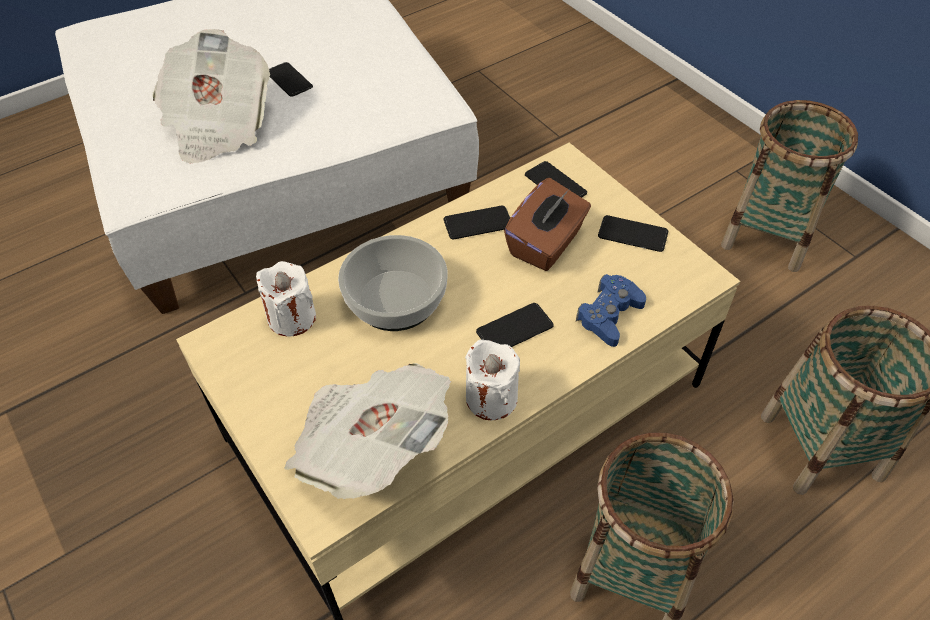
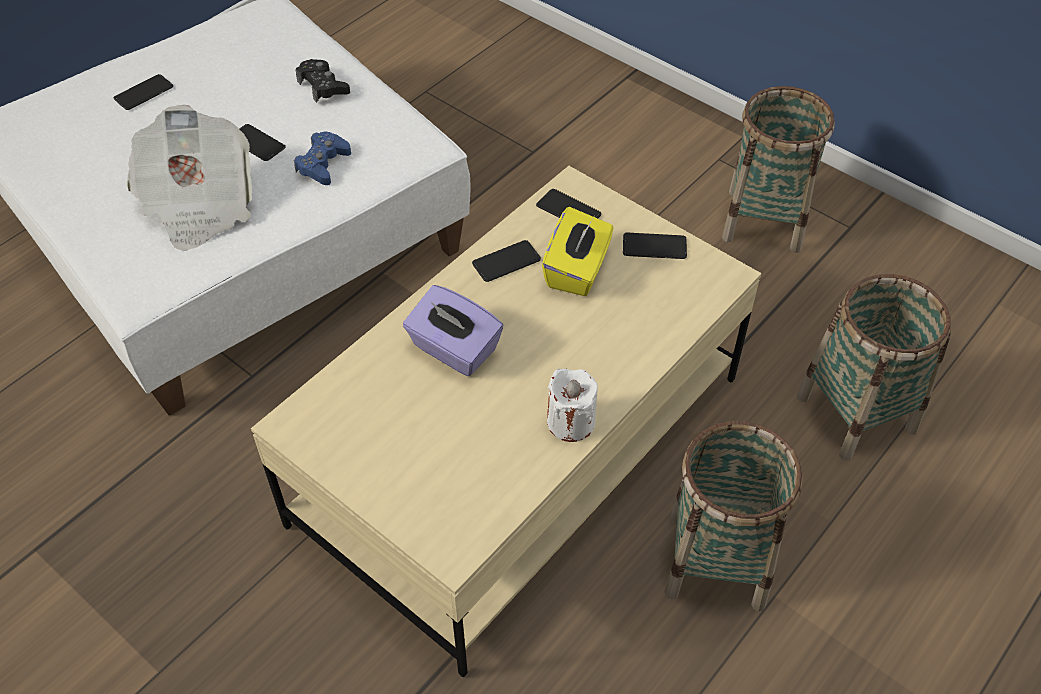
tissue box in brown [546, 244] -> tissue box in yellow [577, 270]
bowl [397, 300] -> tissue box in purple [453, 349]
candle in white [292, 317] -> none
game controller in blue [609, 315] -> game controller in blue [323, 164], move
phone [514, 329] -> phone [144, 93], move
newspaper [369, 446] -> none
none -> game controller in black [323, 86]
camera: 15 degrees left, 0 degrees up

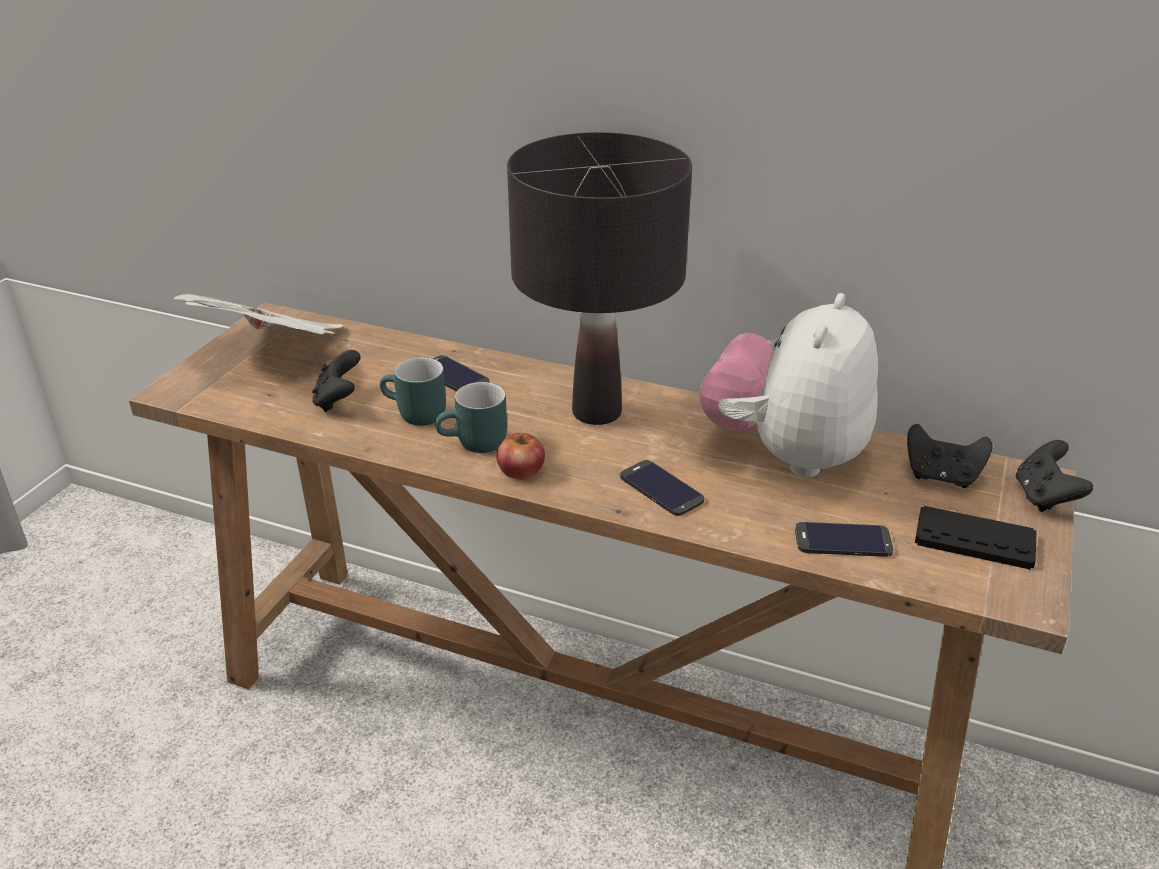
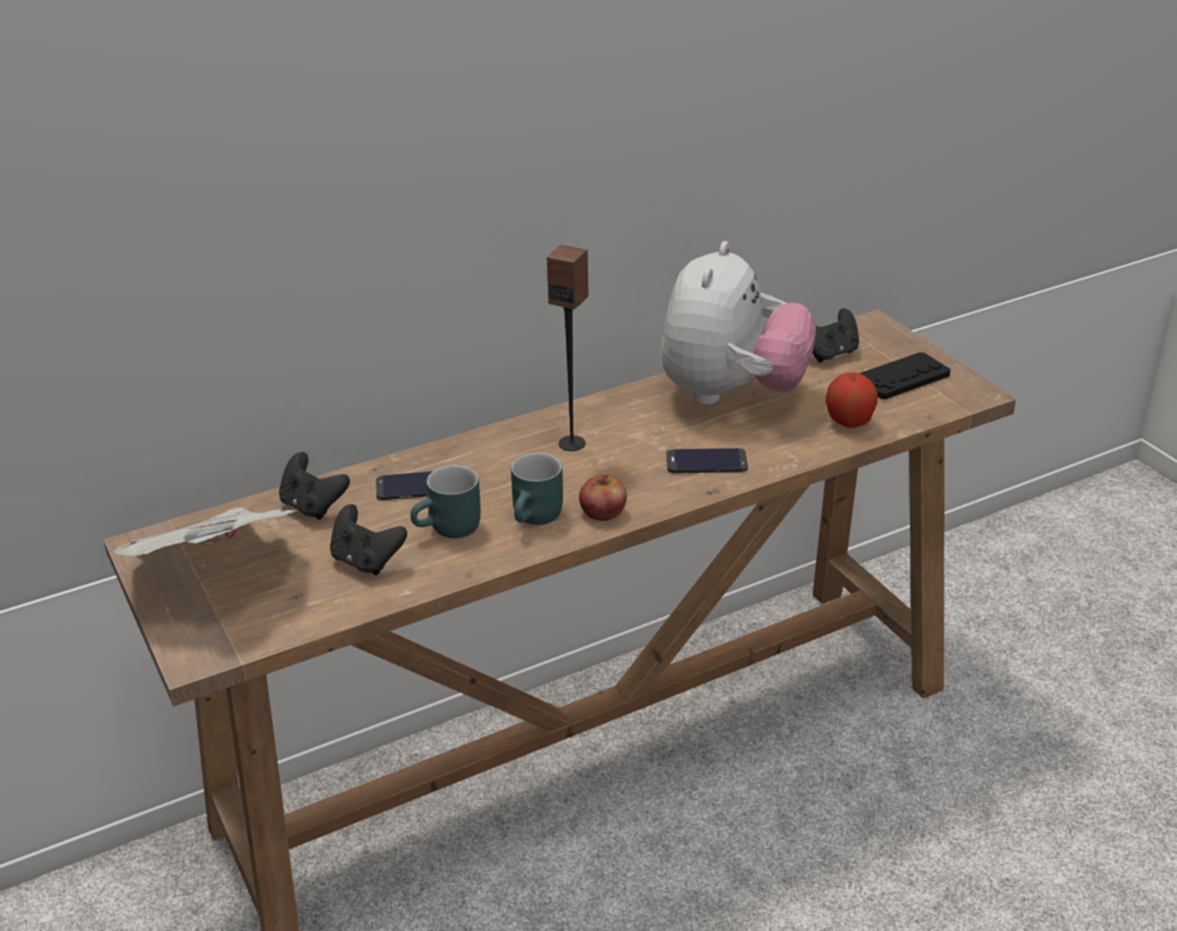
table lamp in black [597, 412] -> speaker [572, 443]
plush toy [786, 454] -> plush toy [731, 394], 135 degrees counterclockwise
game controller in black [1044, 497] -> game controller in black [313, 506], move
phone [843, 540] -> apple [849, 422]
camera: 50 degrees left, 0 degrees up

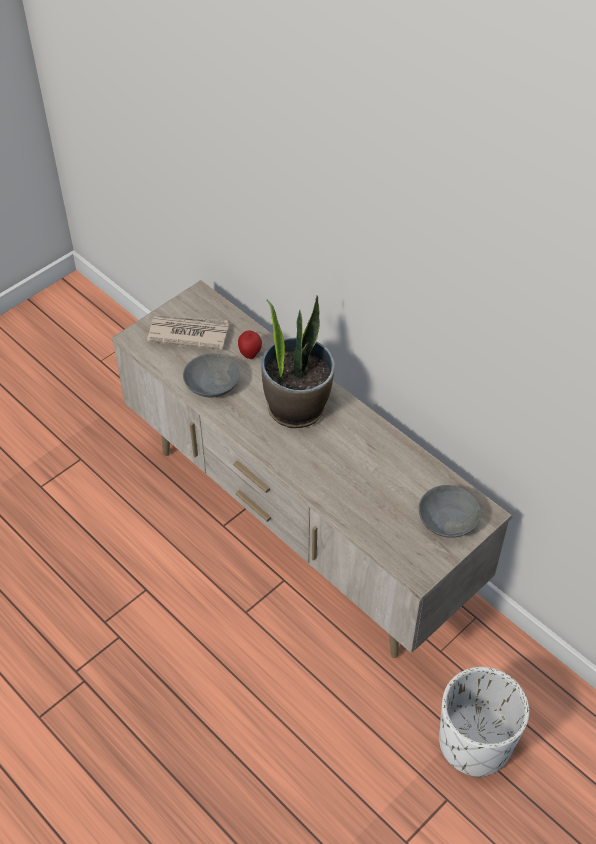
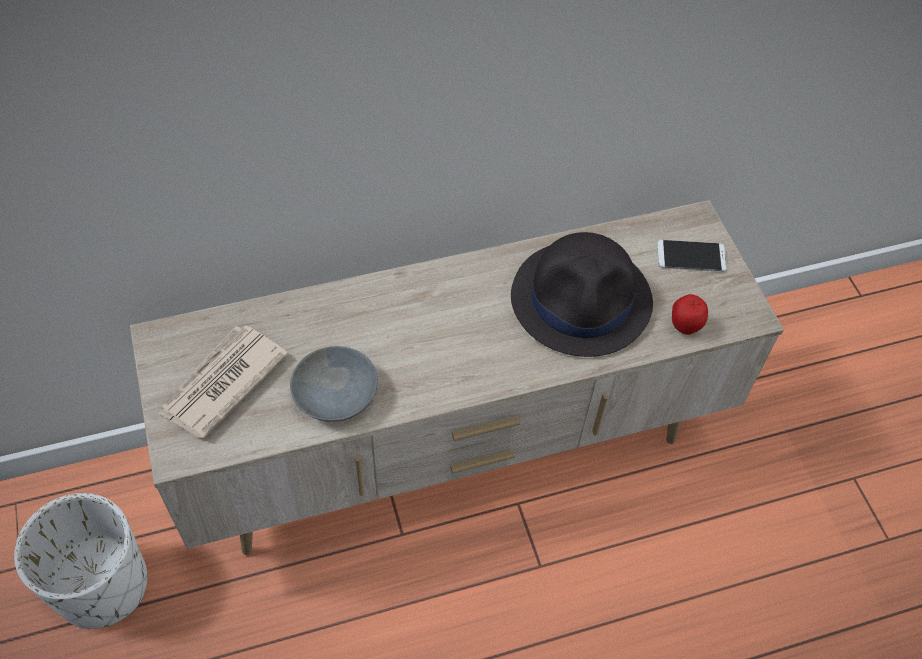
potted plant [297, 407] -> none
apple [250, 354] -> apple [684, 327], move
bowl in grey [447, 521] -> phone [691, 256]
planter in white [474, 743] -> planter in white [102, 586], move
none -> hat in black [582, 299]
camera: 65 degrees left, 5 degrees up

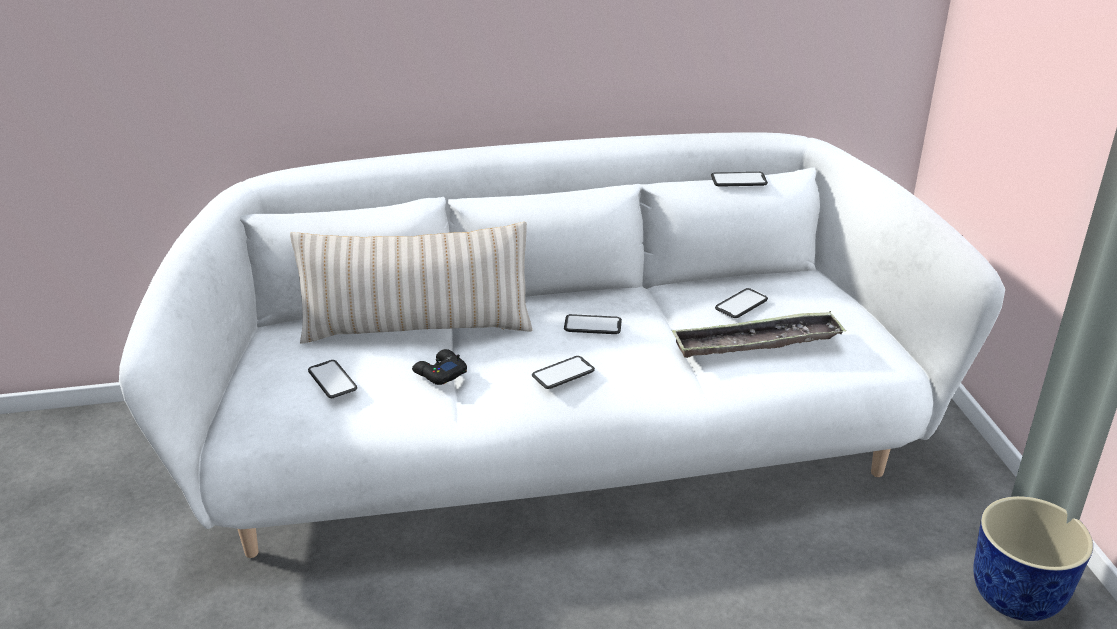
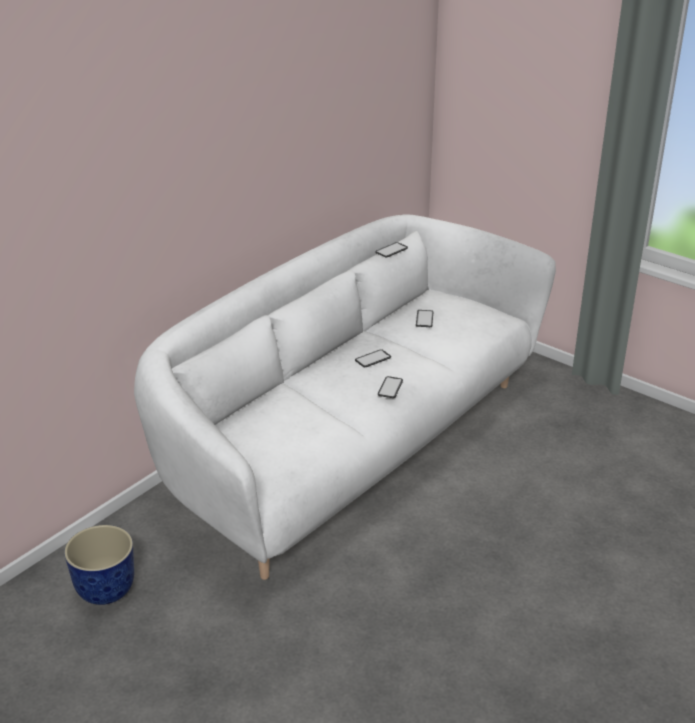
pillow in beige [417, 327] -> none
tray [756, 342] -> none
game controller in black [439, 373] -> none
phone [332, 380] -> none
planter [1015, 599] -> planter [106, 591], move
camera: 40 degrees left, 0 degrees up

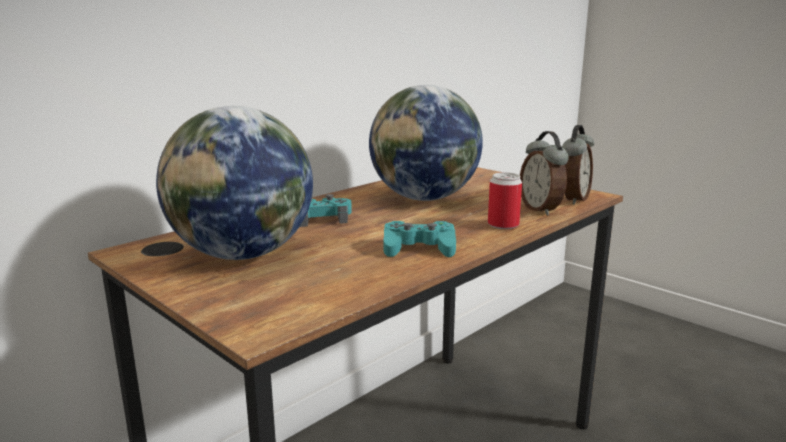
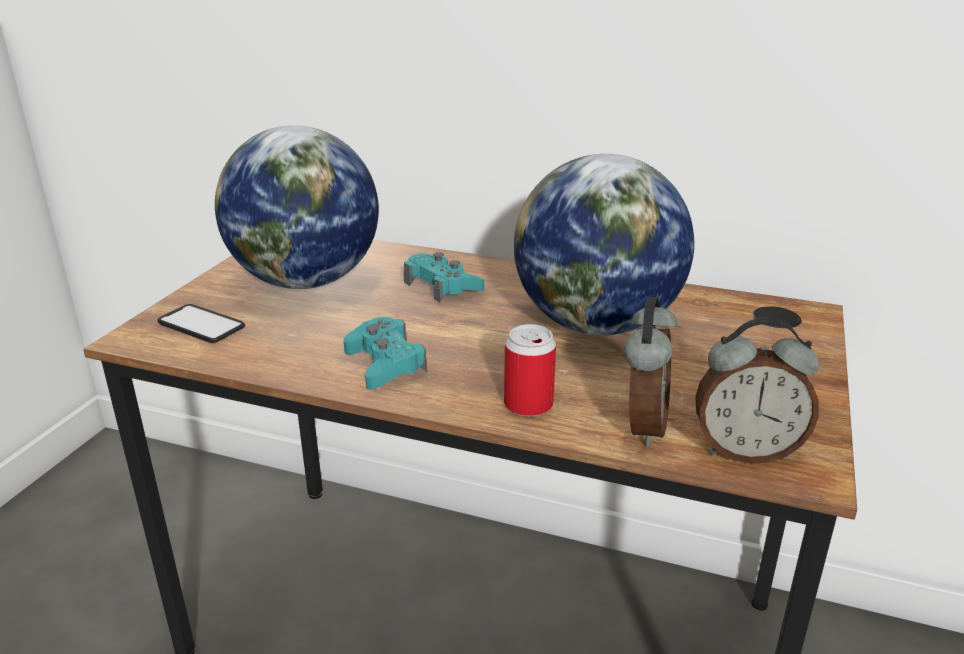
alarm clock [541, 210] -> alarm clock [642, 426], 150 degrees clockwise
none -> phone [201, 325]
camera: 65 degrees right, 10 degrees up

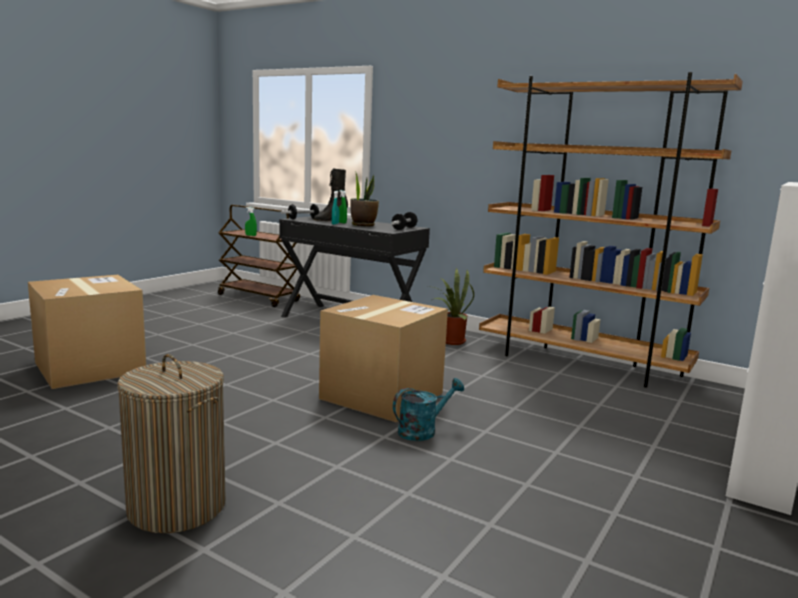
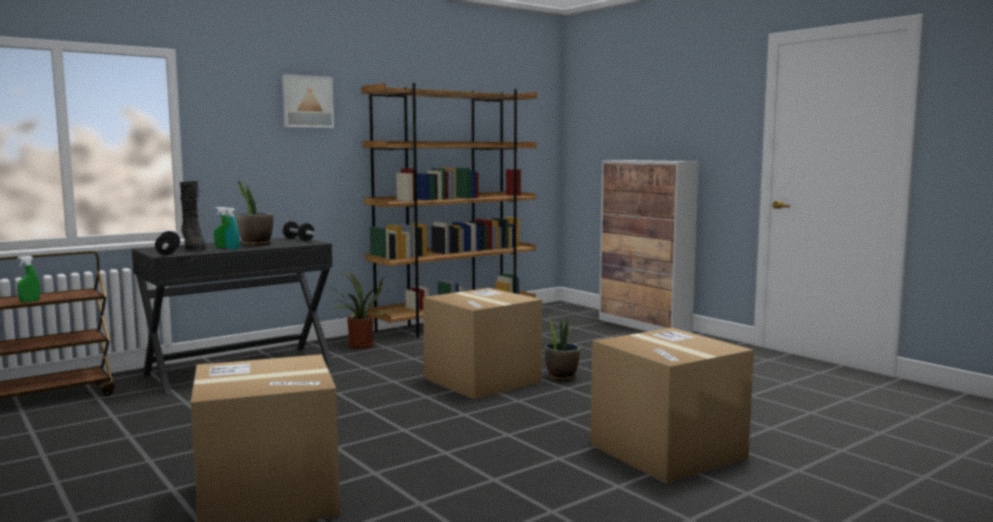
laundry basket [177, 507] -> cardboard box [667, 451]
watering can in turquoise [422, 431] -> potted plant [561, 377]
none -> picture [307, 101]
camera: 70 degrees left, 5 degrees down

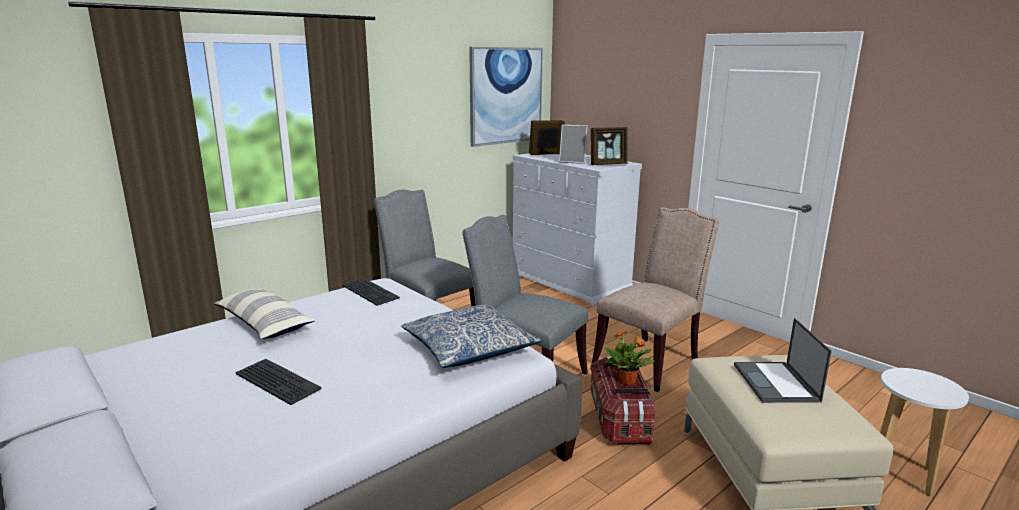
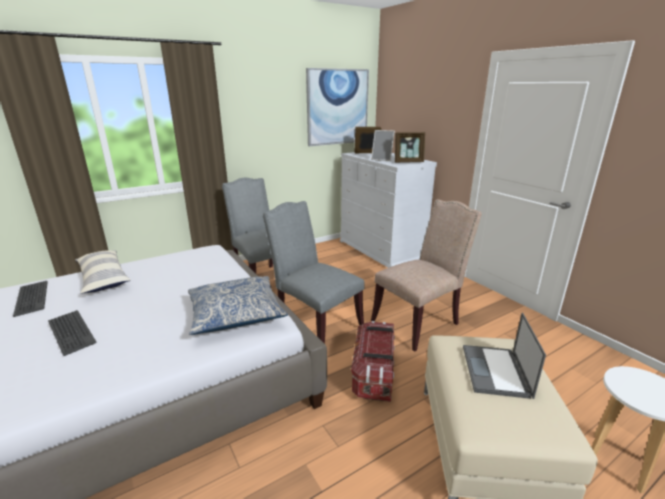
keyboard [369, 292] -> keyboard [31, 298], move
potted plant [628, 382] -> none
camera: 10 degrees right, 5 degrees up

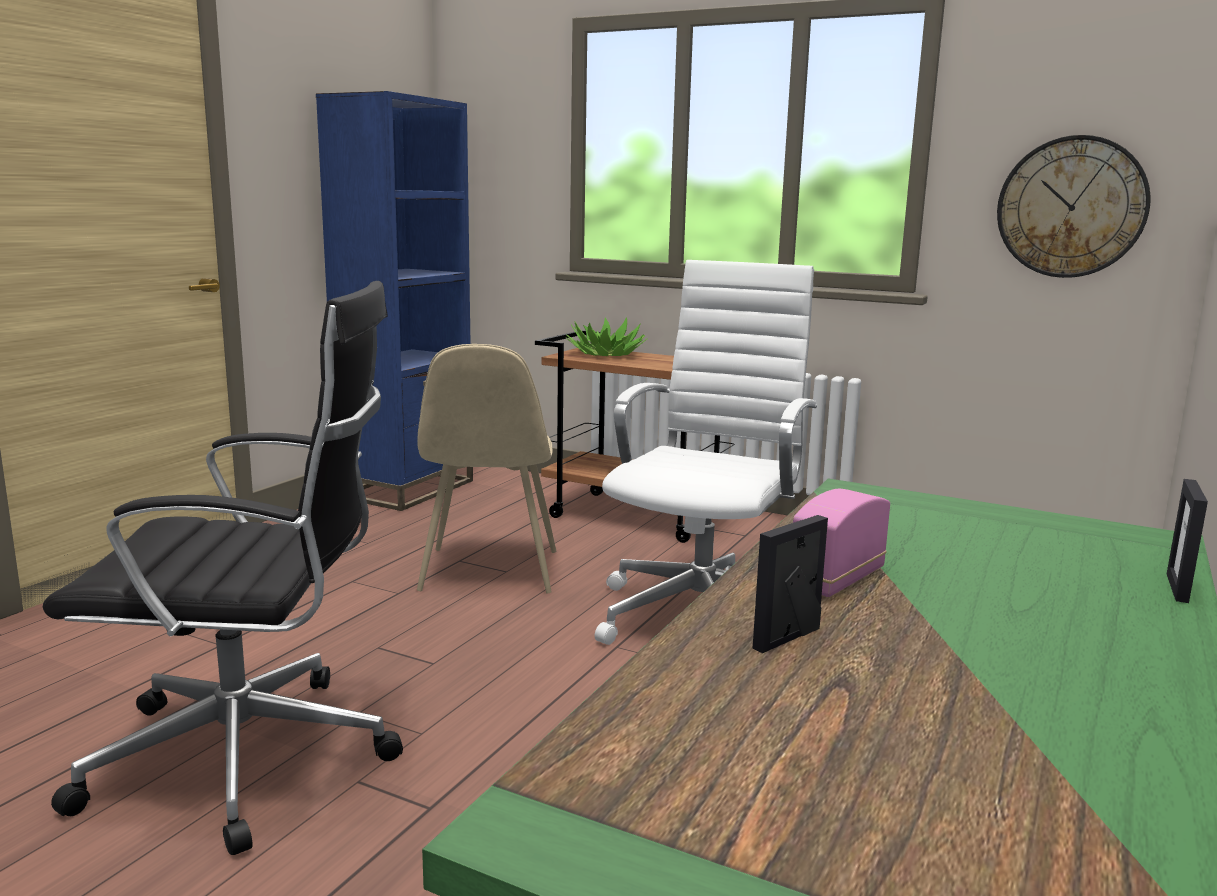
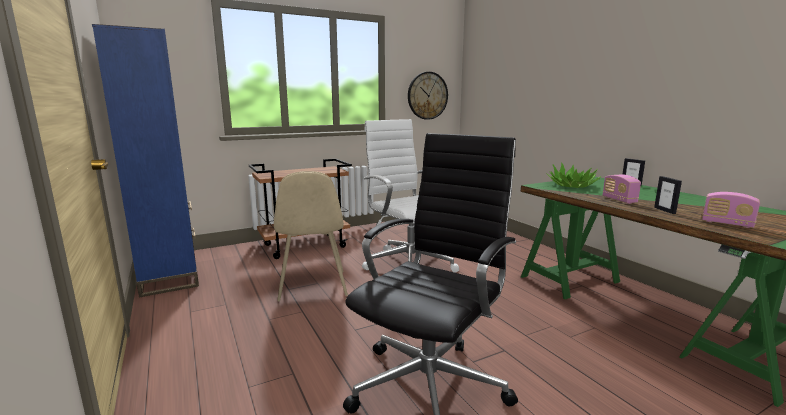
potted plant [606, 354] -> potted plant [572, 185], move
chair in beige [489, 572] -> chair in beige [312, 286], 45 degrees clockwise
none -> radio [727, 223]
camera: 55 degrees left, 0 degrees up

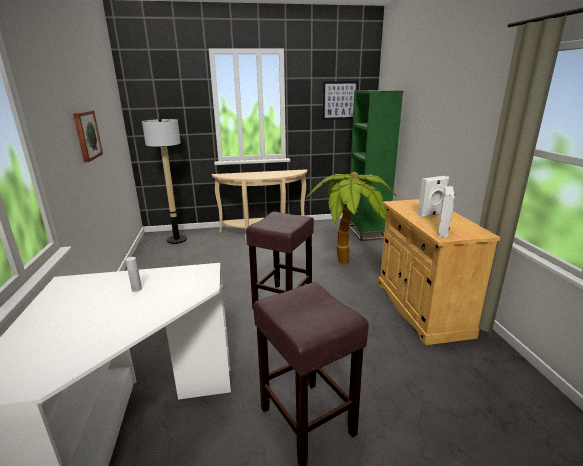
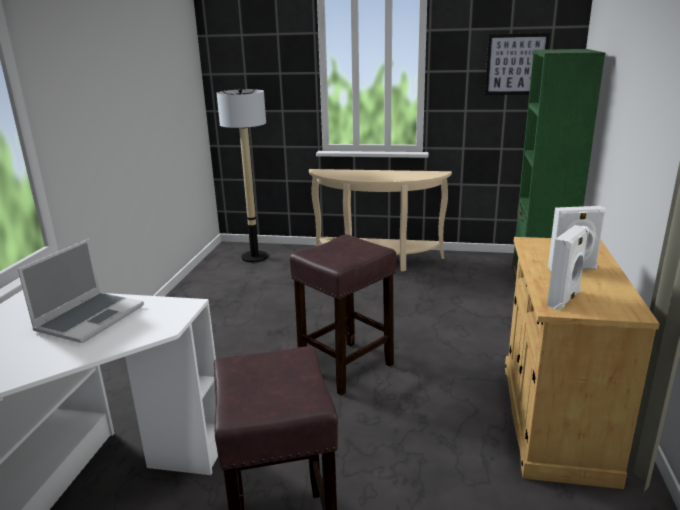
picture [87, 135] -> none
potted plant [349, 262] -> none
bottle in white [136, 289] -> laptop [90, 318]
camera: 20 degrees right, 0 degrees up

